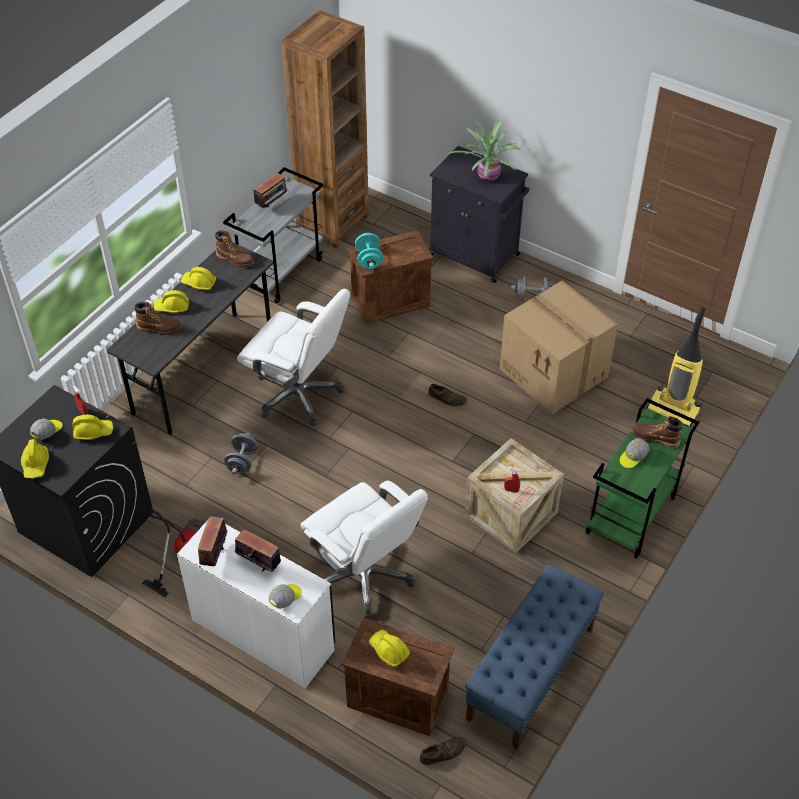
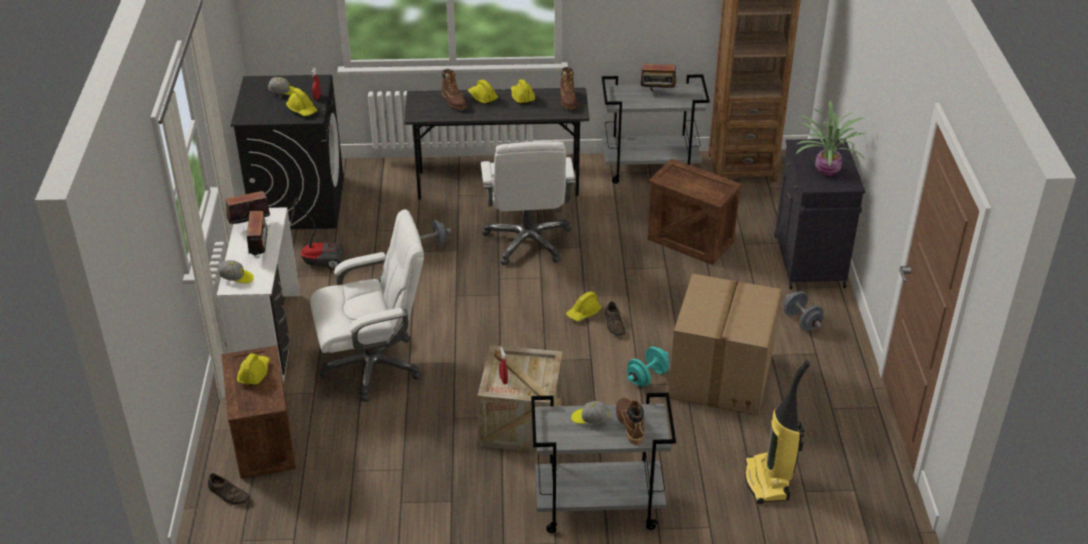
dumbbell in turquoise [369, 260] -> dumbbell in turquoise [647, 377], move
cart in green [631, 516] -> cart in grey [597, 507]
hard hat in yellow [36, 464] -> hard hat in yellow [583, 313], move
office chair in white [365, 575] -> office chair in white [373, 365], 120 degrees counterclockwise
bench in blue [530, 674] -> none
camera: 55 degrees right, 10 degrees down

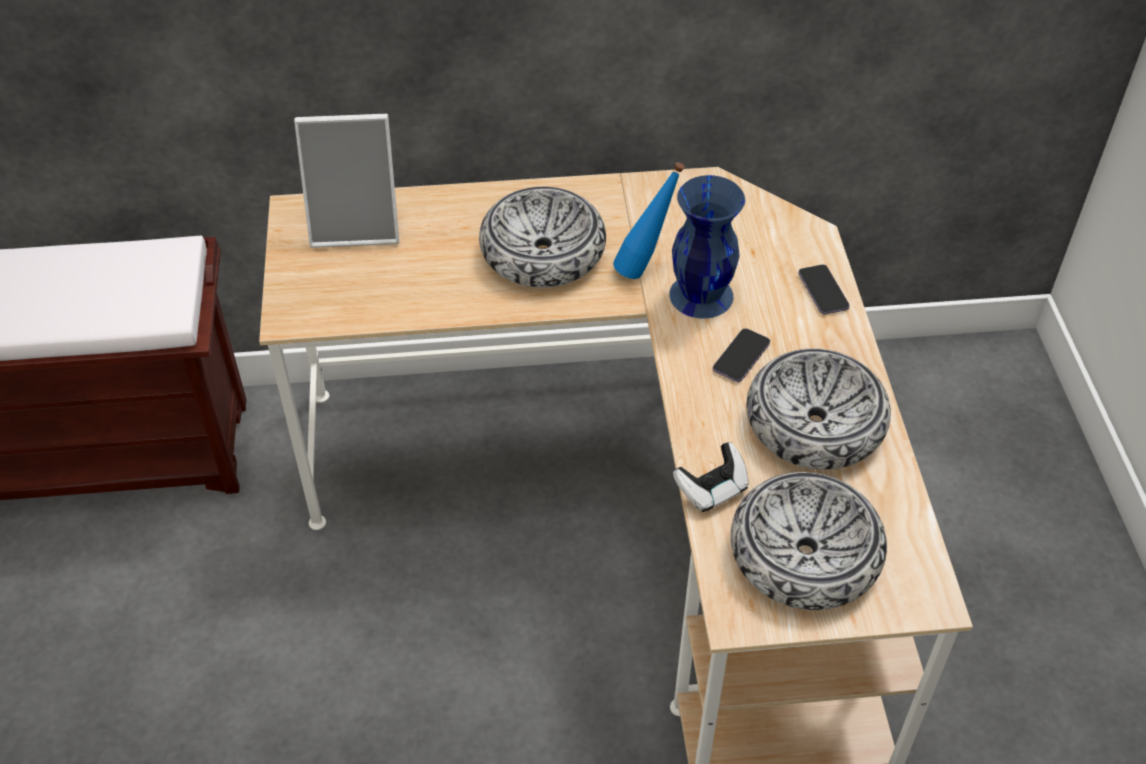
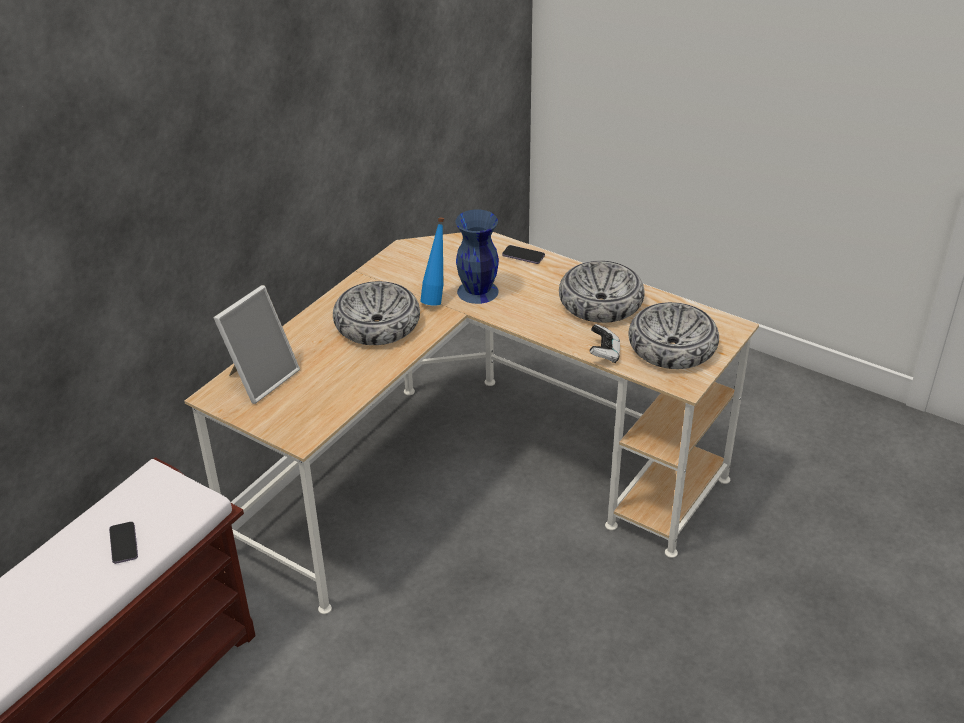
phone [741, 357] -> phone [124, 544], move
camera: 50 degrees left, 10 degrees down

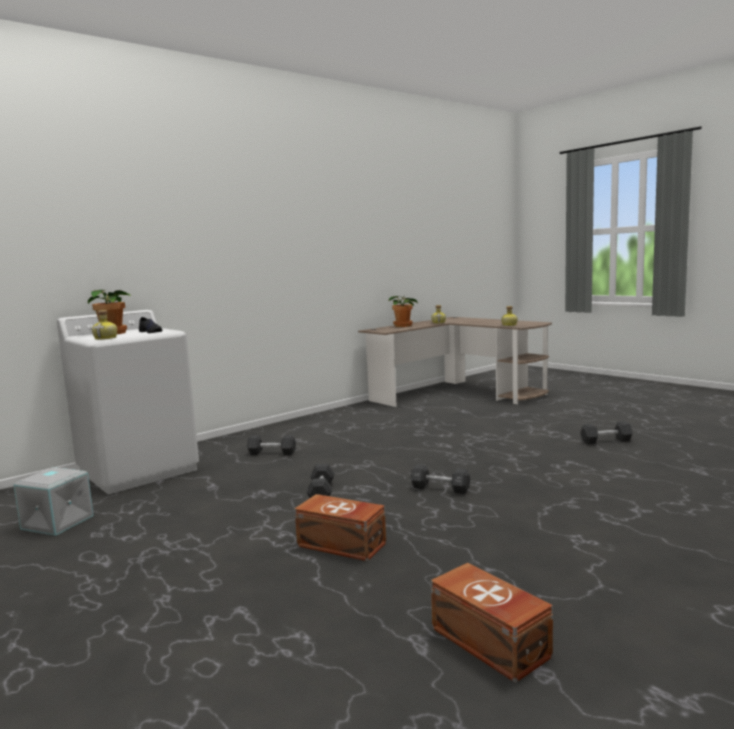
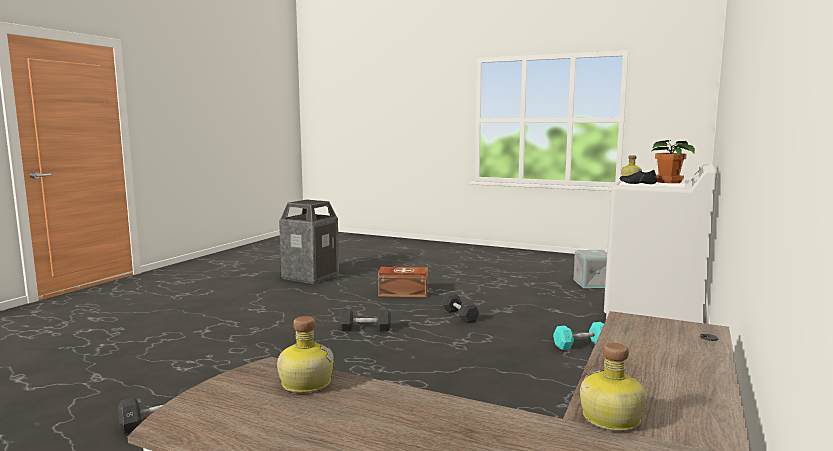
potted plant [403, 326] -> none
dumbbell in black [272, 453] -> dumbbell in turquoise [581, 345]
storage box in brown [489, 643] -> trash can [310, 277]
camera: 155 degrees right, 0 degrees up

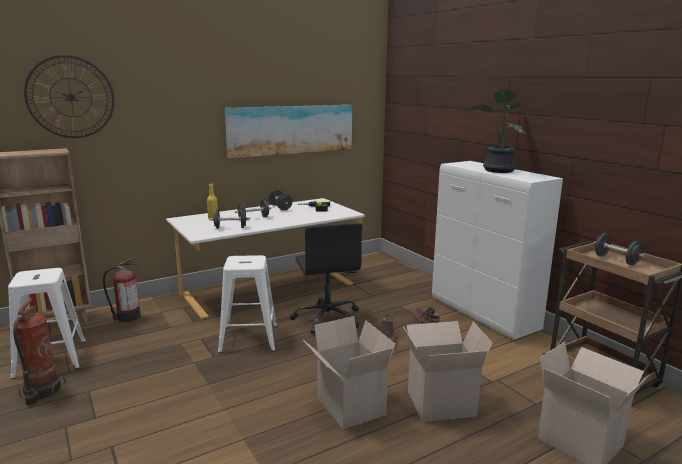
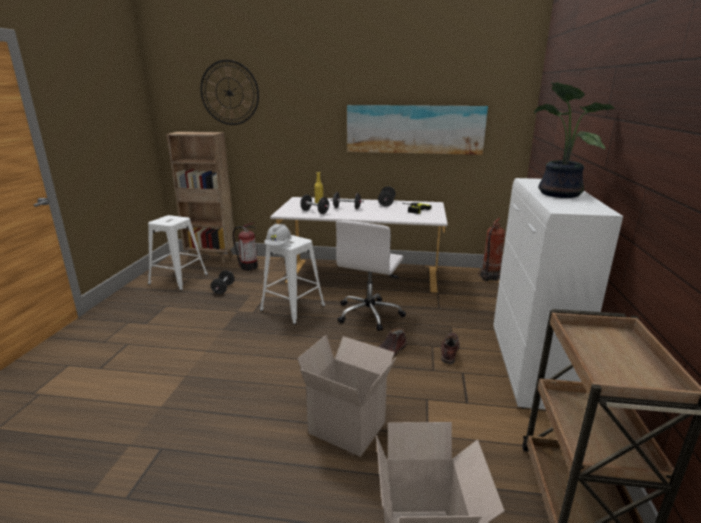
office chair in black [327, 318] -> office chair in white [369, 314]
dumbbell in black [616, 260] -> dumbbell in black [223, 289], move
fire extinguisher [40, 392] -> fire extinguisher [489, 277], move
cardboard box [348, 406] -> none
none -> hard hat in white [278, 245]
camera: 40 degrees right, 5 degrees up

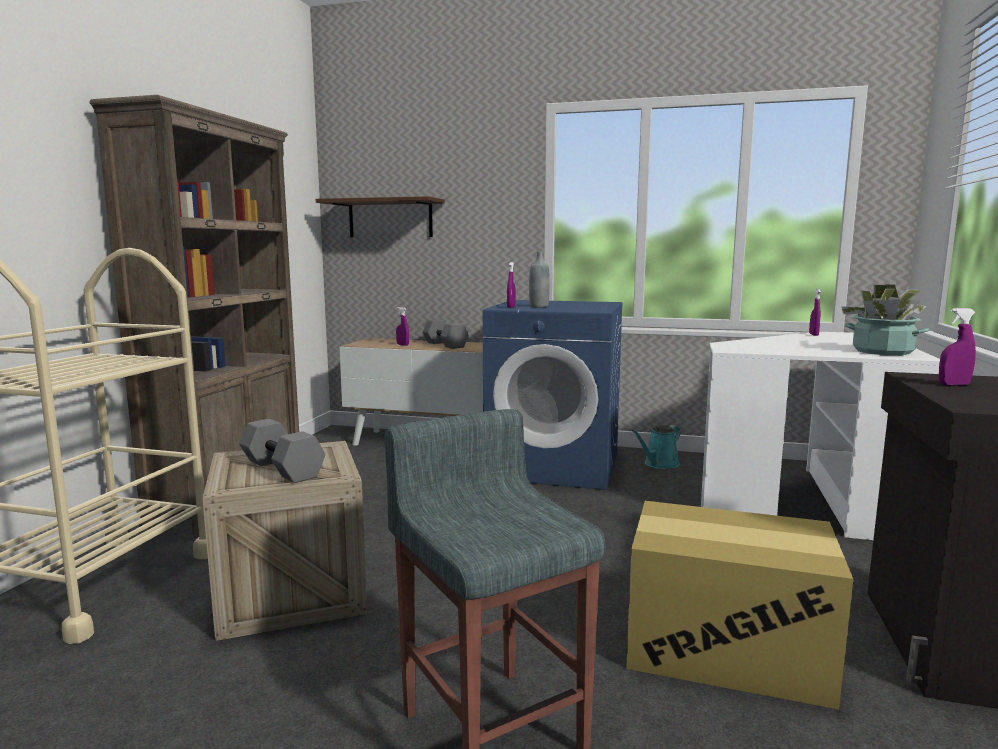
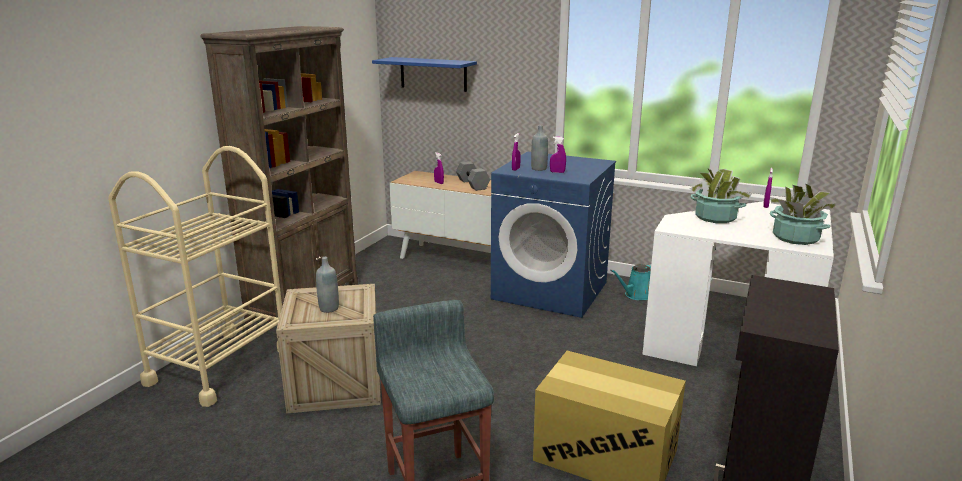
shelf in brown [390, 218] -> shelf in blue [433, 74]
spray bottle in purple [954, 385] -> spray bottle in purple [557, 172], move
dumbbell in grey [284, 469] -> bottle in grey [329, 308]
none -> potted plant [715, 217]
camera: 10 degrees right, 10 degrees up

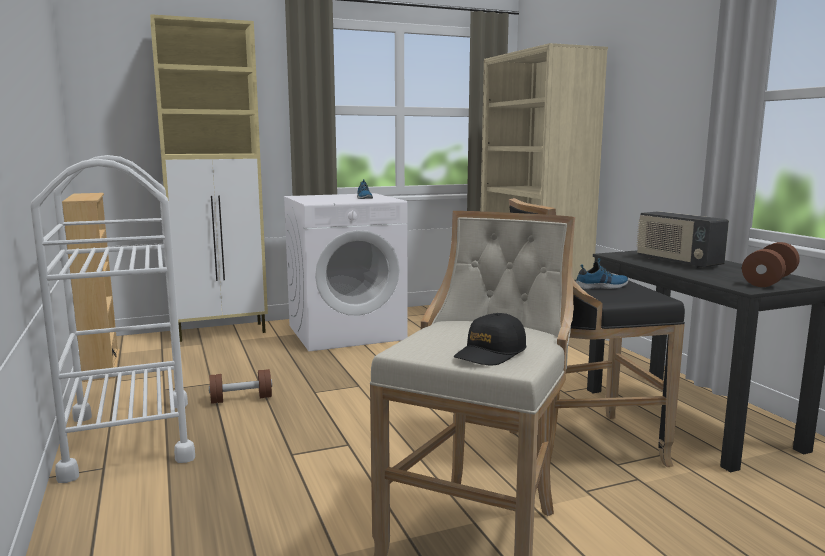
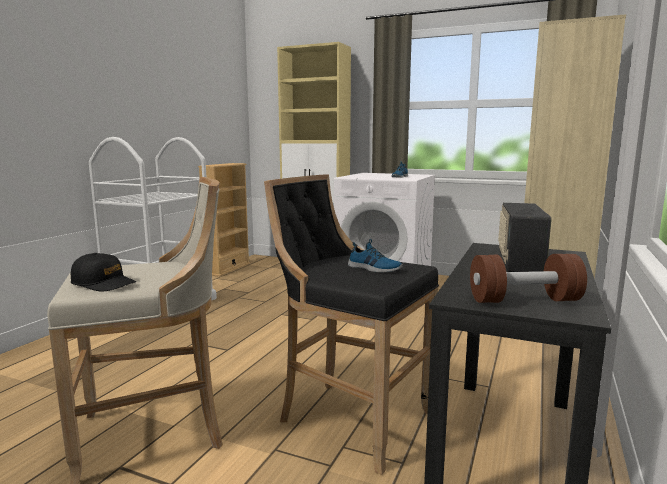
cap in black [490, 353] -> cap in black [104, 283], 150 degrees counterclockwise
dumbbell in brown [241, 399] -> none
camera: 45 degrees right, 0 degrees up

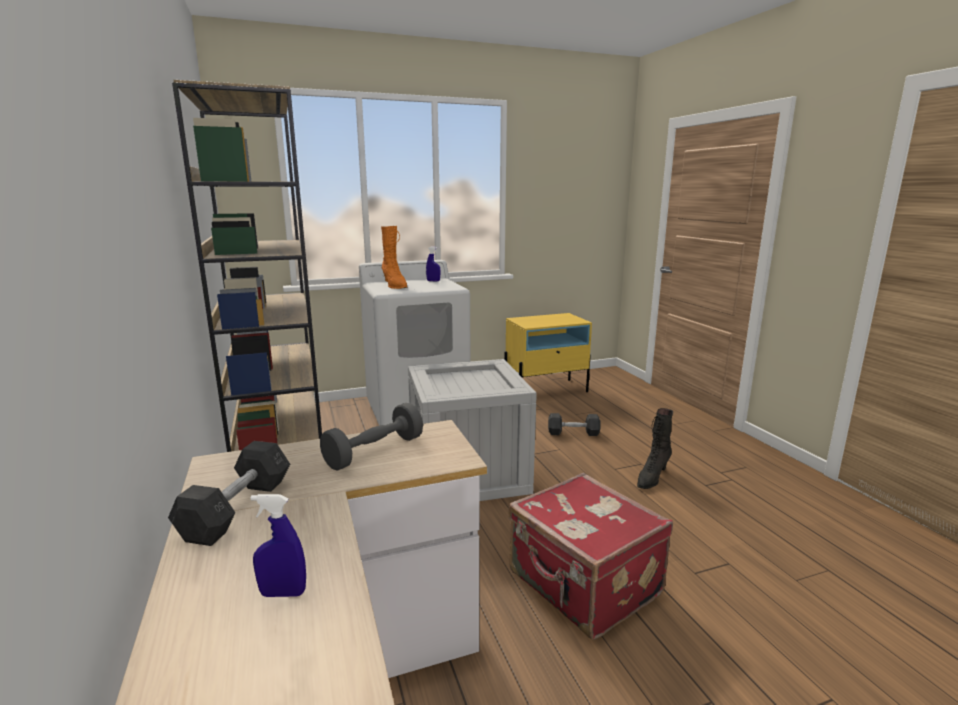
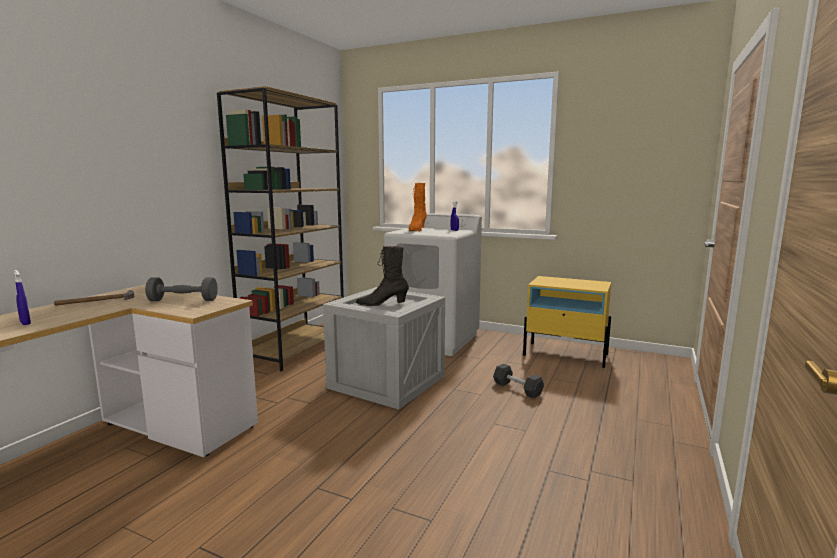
boot in black [652, 478] -> boot in black [382, 304], move
dumbbell in grey [237, 509] -> hammer [96, 301]
suitcase in red [583, 585] -> none
camera: 45 degrees right, 5 degrees down

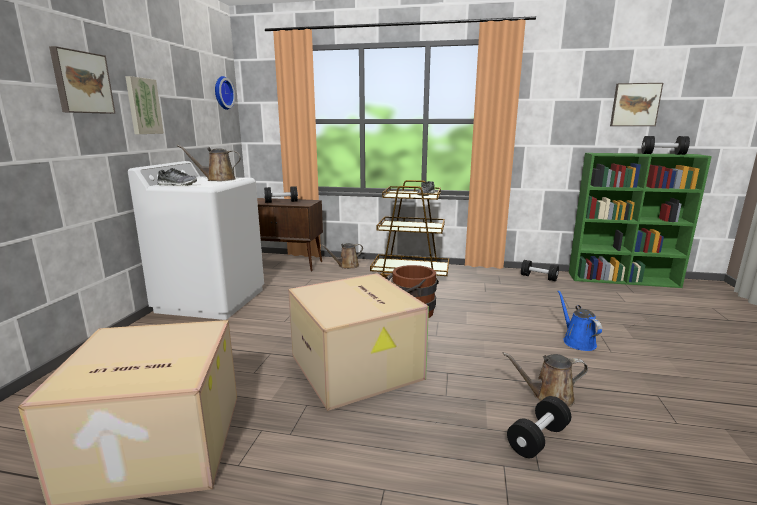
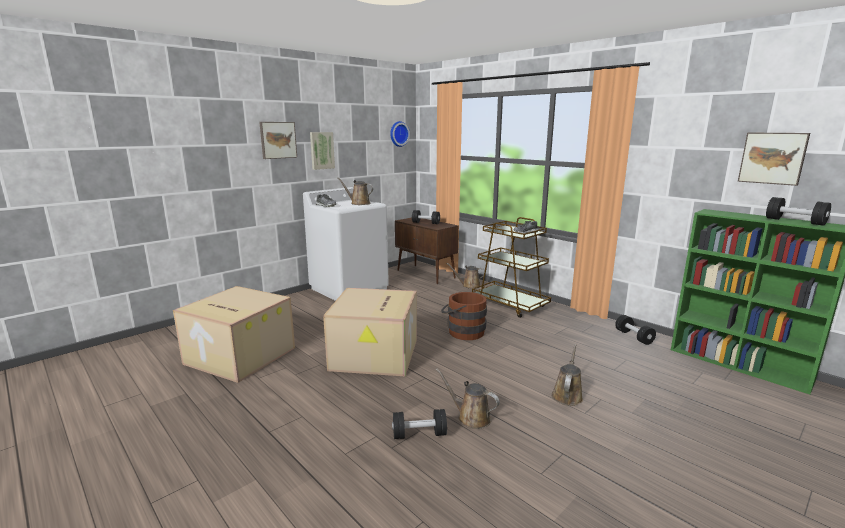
watering can in blue [577, 341] -> watering can in brown [567, 395]
camera: 35 degrees right, 0 degrees up

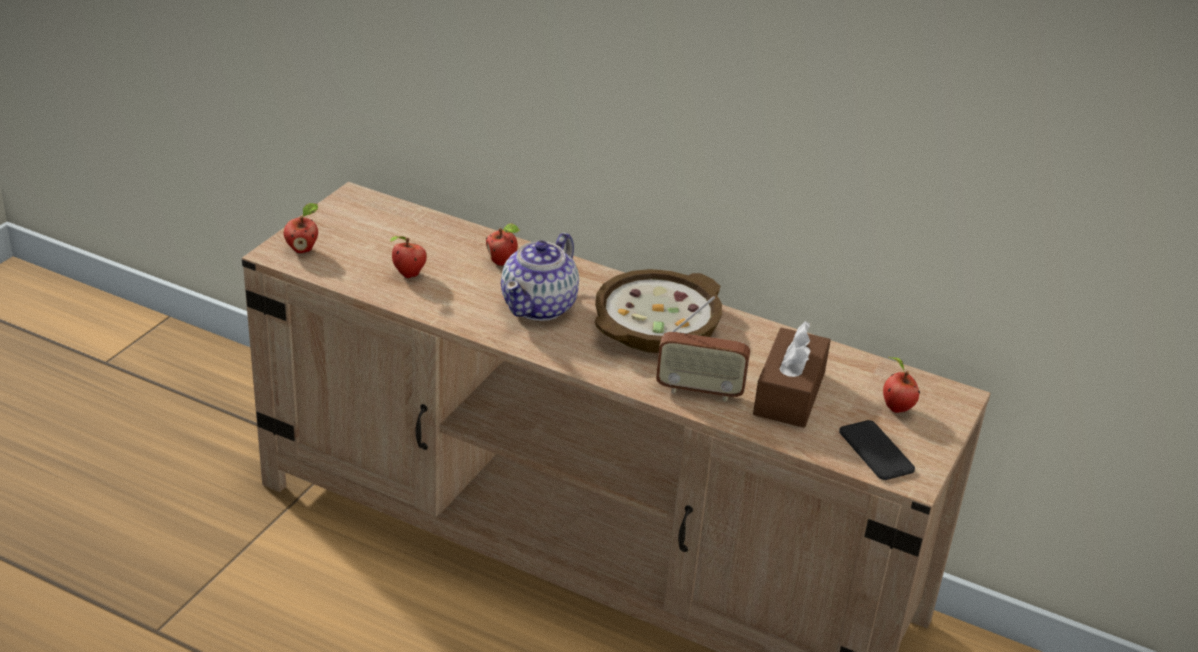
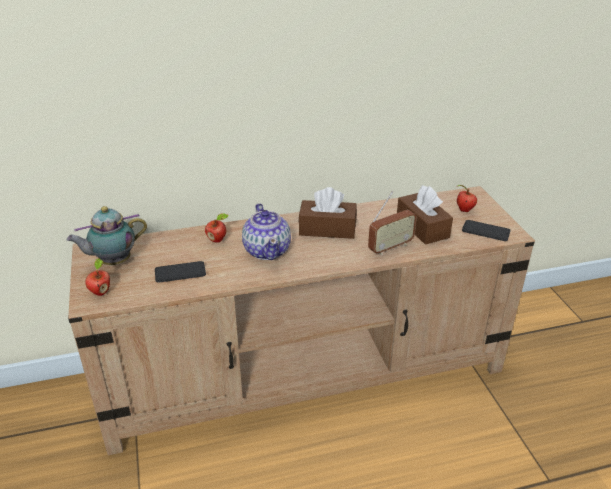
apple [408, 275] -> phone [180, 272]
bowl [655, 323] -> tissue box in brown [327, 229]
none -> teapot [113, 262]
camera: 40 degrees left, 0 degrees up

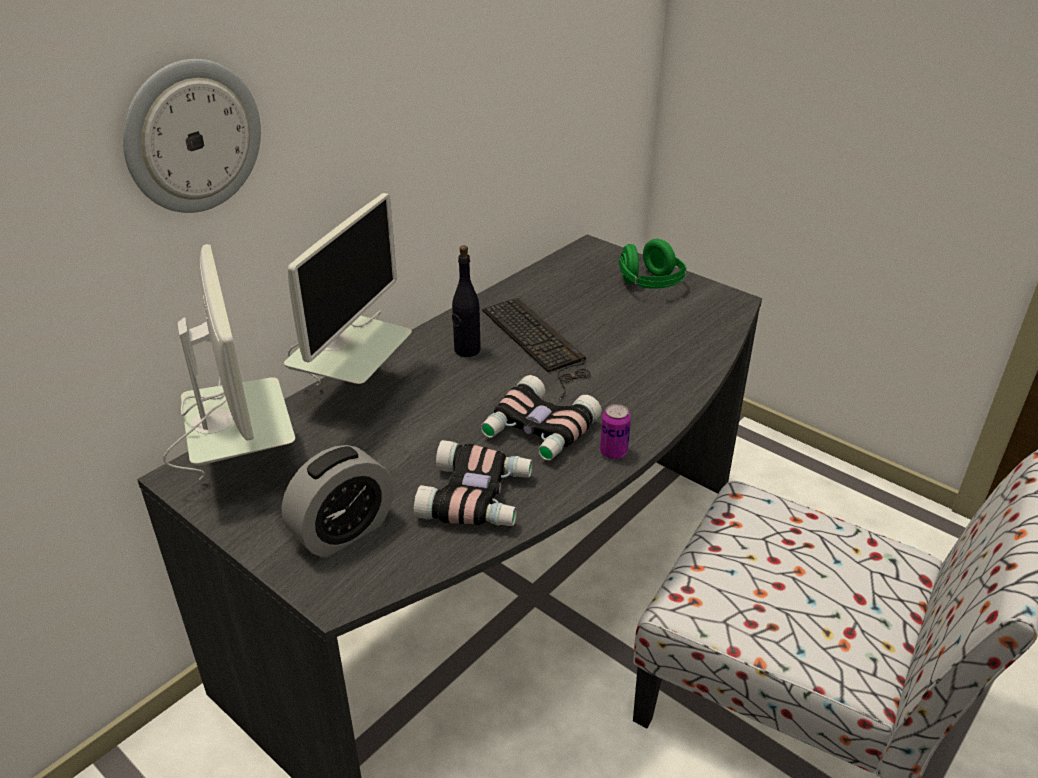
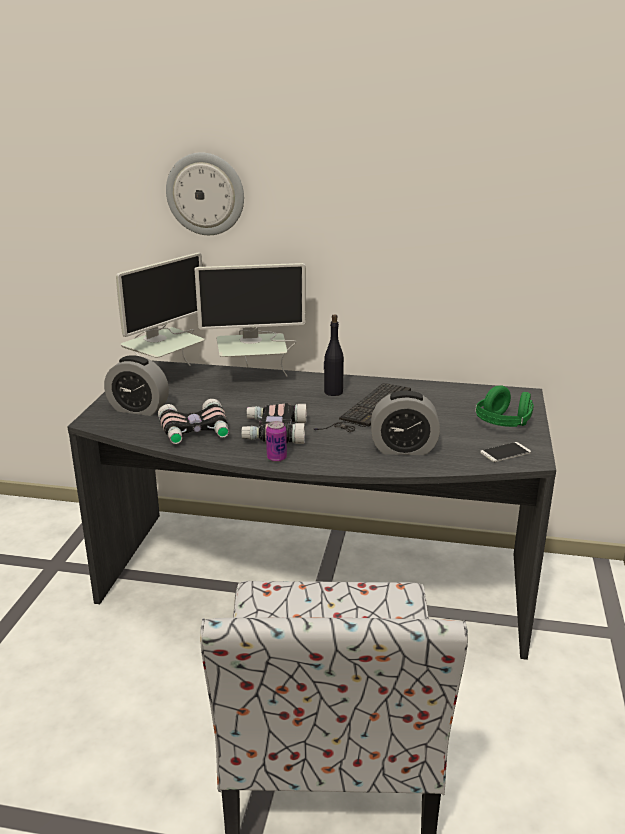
none -> alarm clock [403, 449]
none -> phone [505, 453]
camera: 60 degrees right, 10 degrees down

